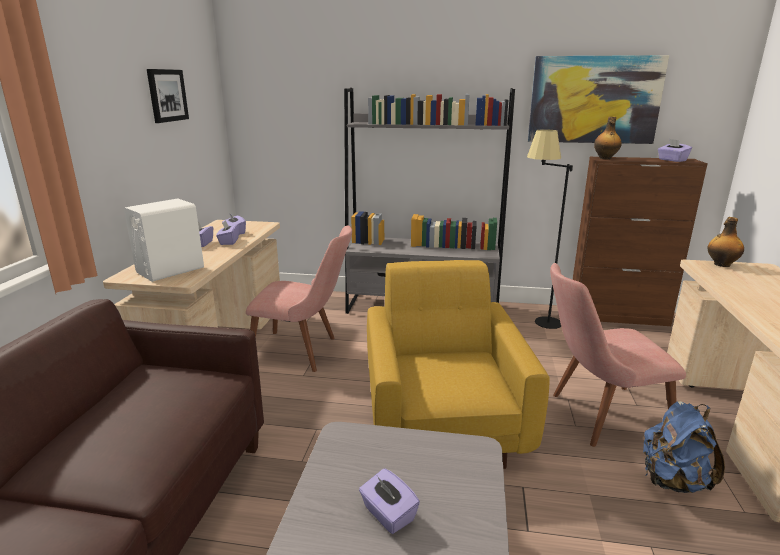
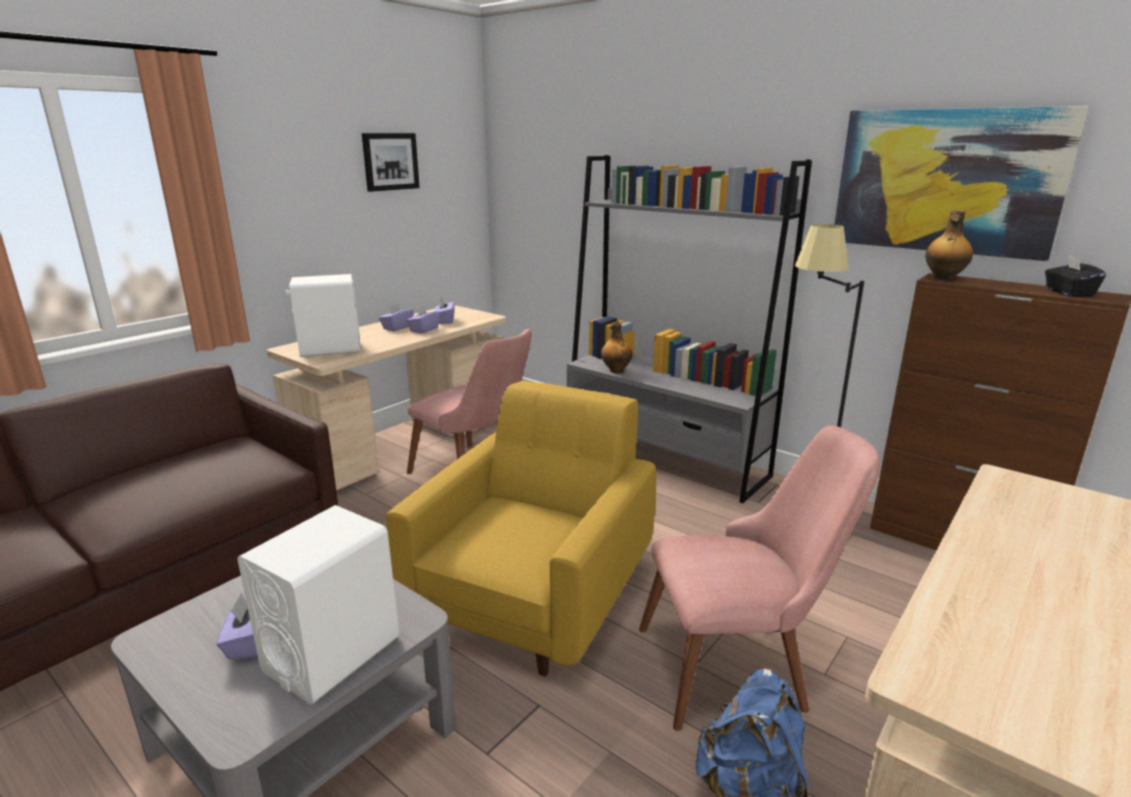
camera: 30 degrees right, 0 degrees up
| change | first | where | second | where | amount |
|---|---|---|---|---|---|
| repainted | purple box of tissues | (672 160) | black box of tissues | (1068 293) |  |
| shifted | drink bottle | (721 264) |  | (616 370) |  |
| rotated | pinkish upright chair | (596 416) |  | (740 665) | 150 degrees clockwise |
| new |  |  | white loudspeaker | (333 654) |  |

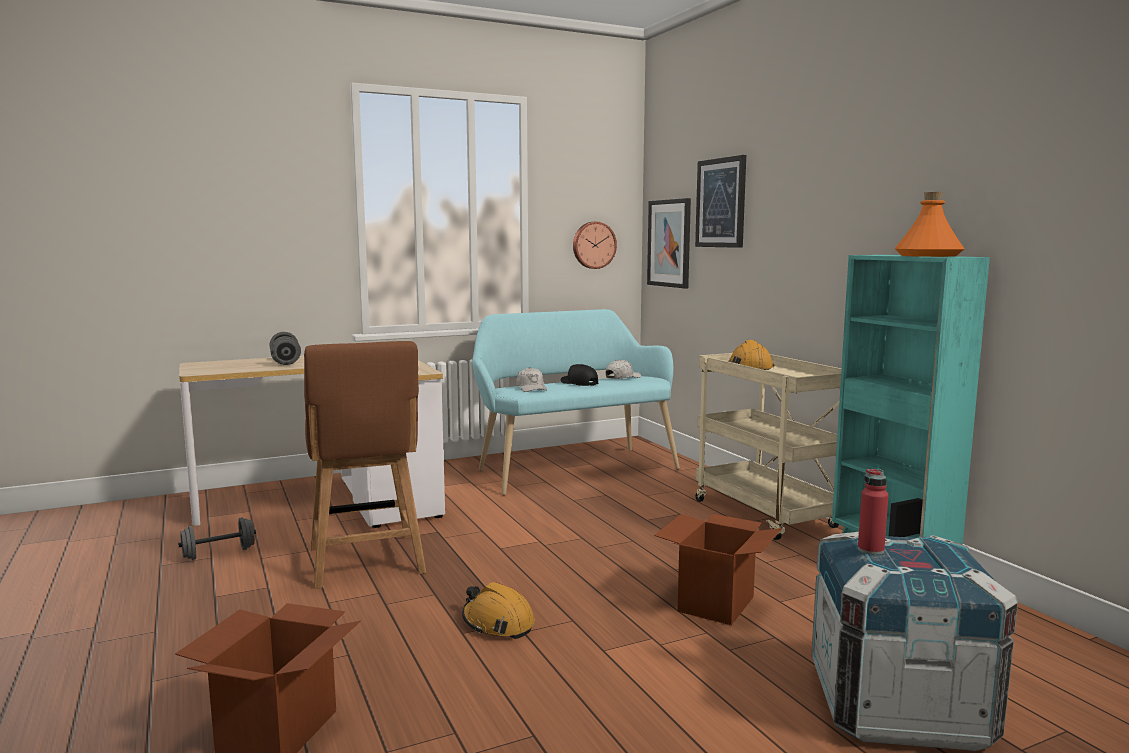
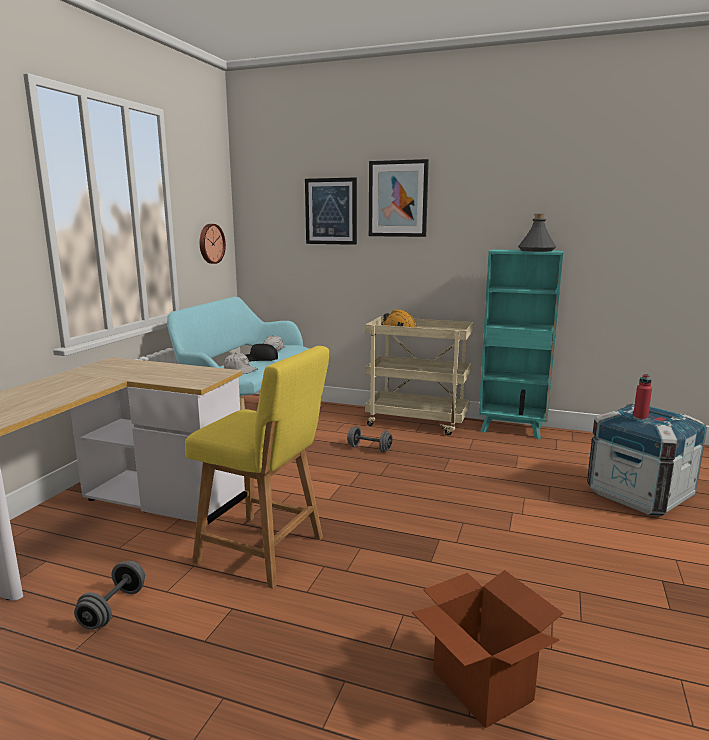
camera: 45 degrees left, 5 degrees up
| change | first | where | second | where | amount |
|---|---|---|---|---|---|
| repainted | orange-coloured drink bottle | (928 256) | grey drink bottle | (536 250) |  |
| shifted | wall picture | (669 243) |  | (398 199) |  |
| shifted | grey dumbbell | (285 361) |  | (369 449) |  |
| repainted | brownish upright chair | (367 563) | yellowish upright chair | (265 551) |  |
| gone | cardboard box | (716 604) |  |  |  |
| gone | orange-coloured work helmet | (498 623) |  |  |  |

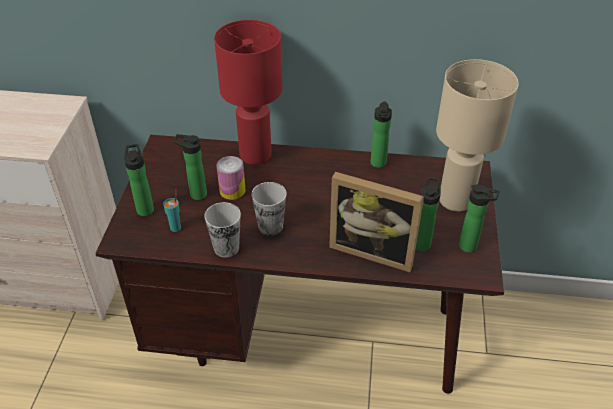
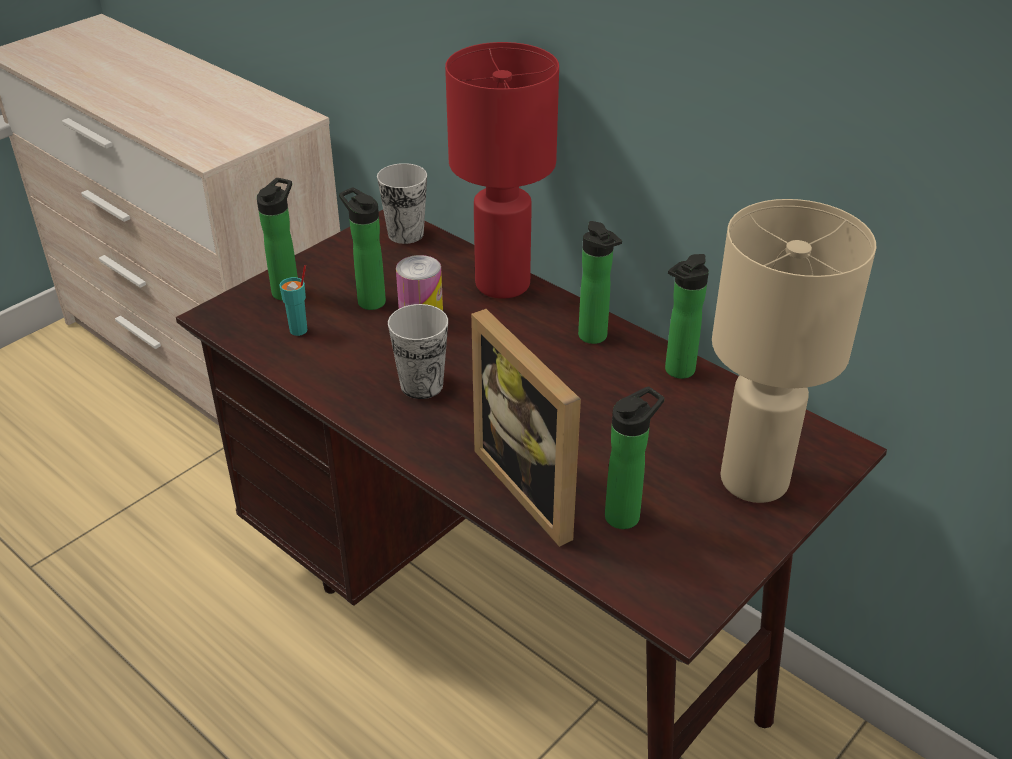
camera: 35 degrees right, 5 degrees down
| change | first | where | second | where | amount |
|---|---|---|---|---|---|
| shifted | drink bottle | (470 247) |  | (595 338) |  |
| shifted | drinking cup | (226 248) |  | (405 234) |  |

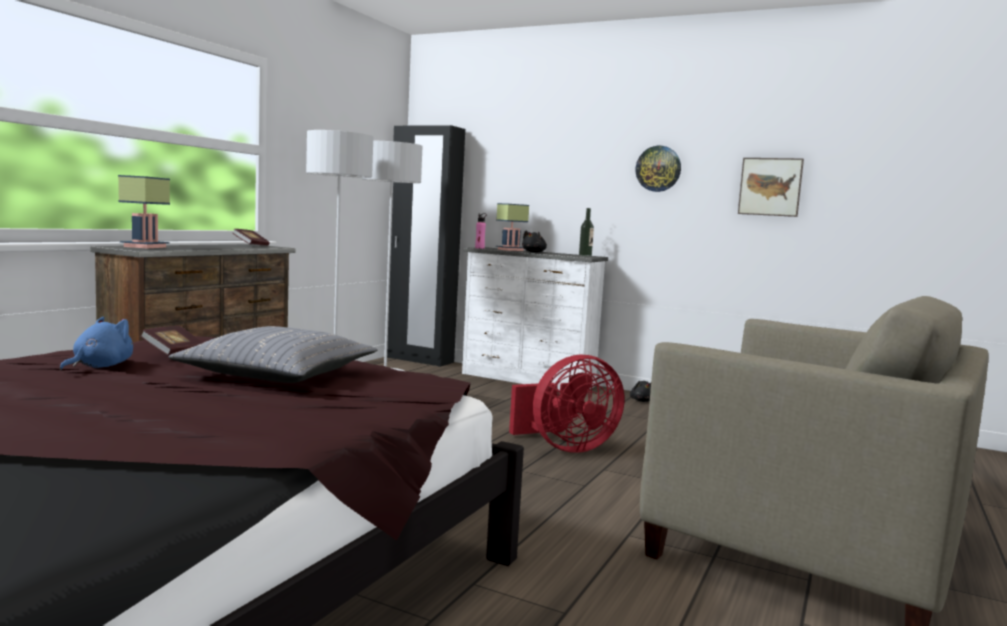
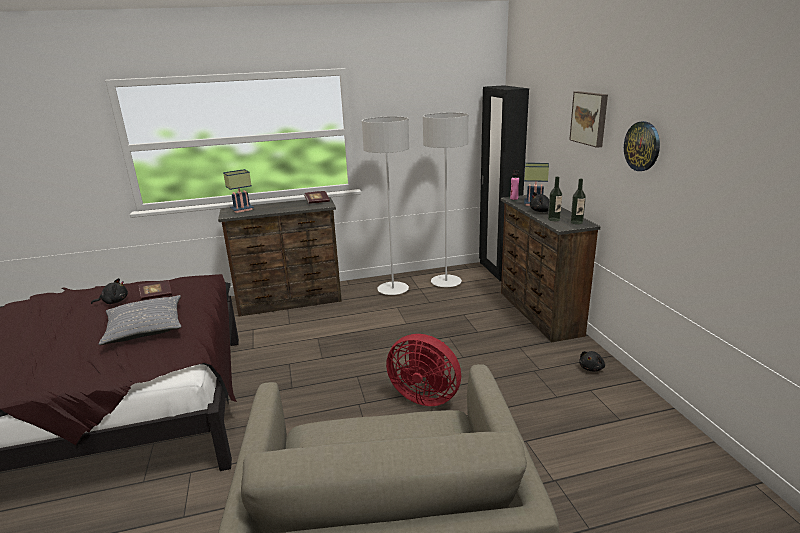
camera: 50 degrees right, 15 degrees up
| change | first | where | second | where | amount |
|---|---|---|---|---|---|
| shifted | wall picture | (770 187) |  | (590 118) |  |
| repainted | white chest of drawers | (527 380) | brownish chest of drawers | (538 313) |  |
| repainted | blue soft toy | (99 366) | black soft toy | (114 301) |  |
| new |  |  | drink bottle | (554 219) |  |

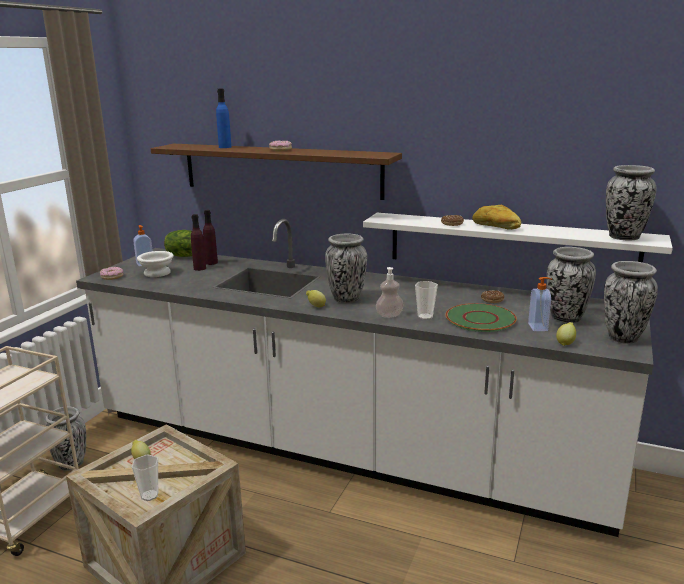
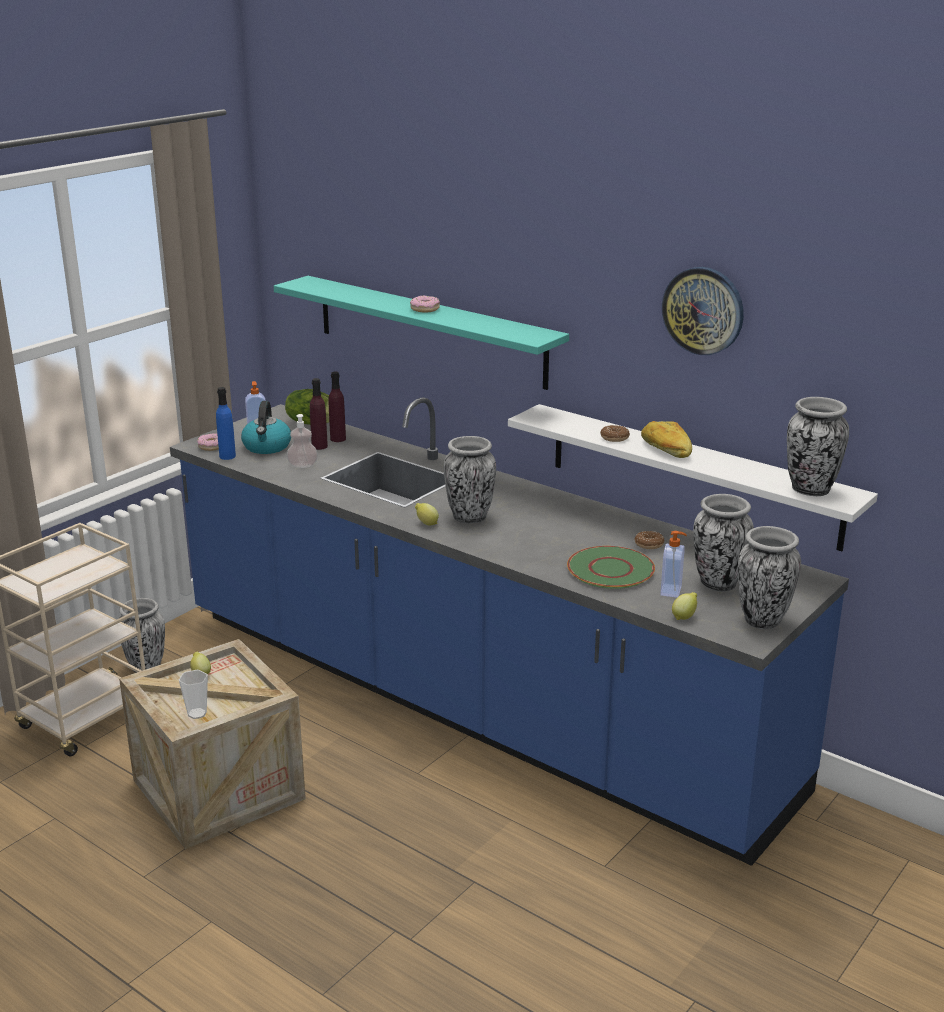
camera: 15 degrees right, 5 degrees up
| change | first | where | second | where | amount |
|---|---|---|---|---|---|
| shifted | blue drink bottle | (225 147) |  | (227 456) |  |
| repainted | brownish wall shelf | (280 170) | turquoise wall shelf | (429 331) |  |
| repainted | white kitchen base unit | (344 447) | blue kitchen base unit | (472 701) |  |
| swapped | white serving bowl | (158 273) | water kettle | (267 447) |  |
| shifted | liquid soap bottle | (389 315) |  | (302 465) |  |
| gone | drinking cup | (425 317) |  |  |  |
| new |  |  | clock on the wall | (703 310) |  |

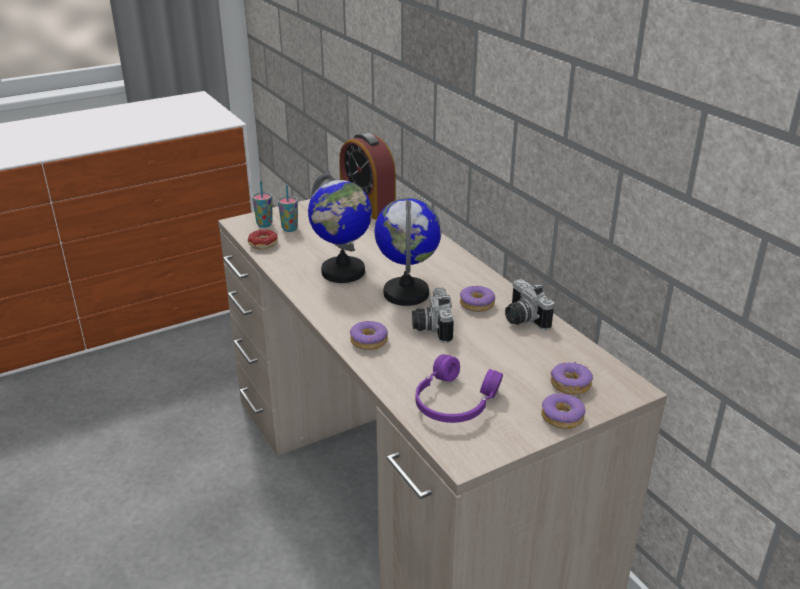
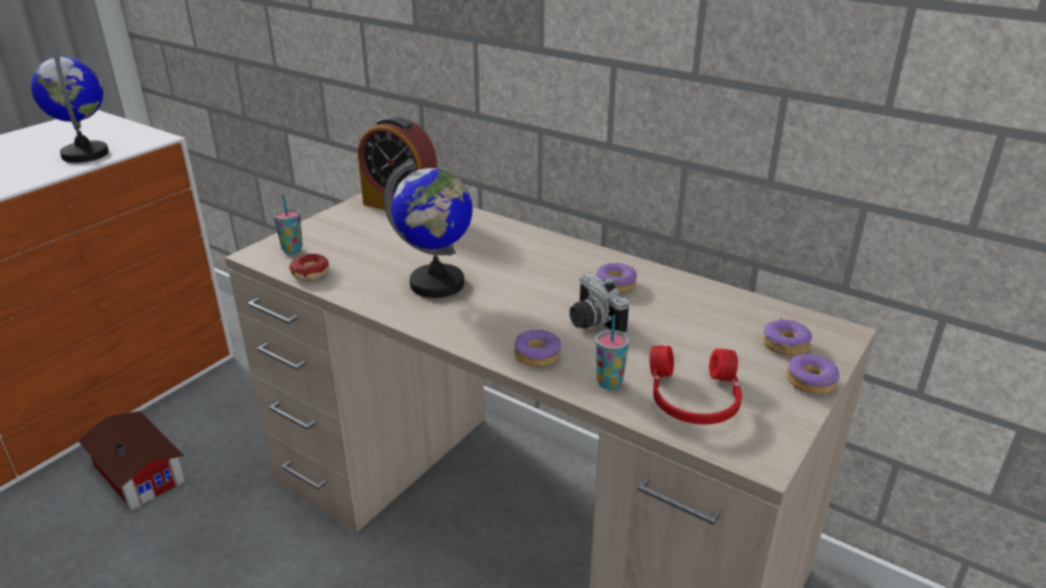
camera: 25 degrees left, 0 degrees up
| change | first | where | second | where | amount |
|---|---|---|---|---|---|
| shifted | drinking cup | (289 229) |  | (609 382) |  |
| shifted | world globe | (406 293) |  | (86 154) |  |
| gone | still camera | (522 319) |  |  |  |
| repainted | purple pair of headphones | (453 402) | reddish pair of headphones | (692 399) |  |
| new |  |  | toy house | (139 469) |  |

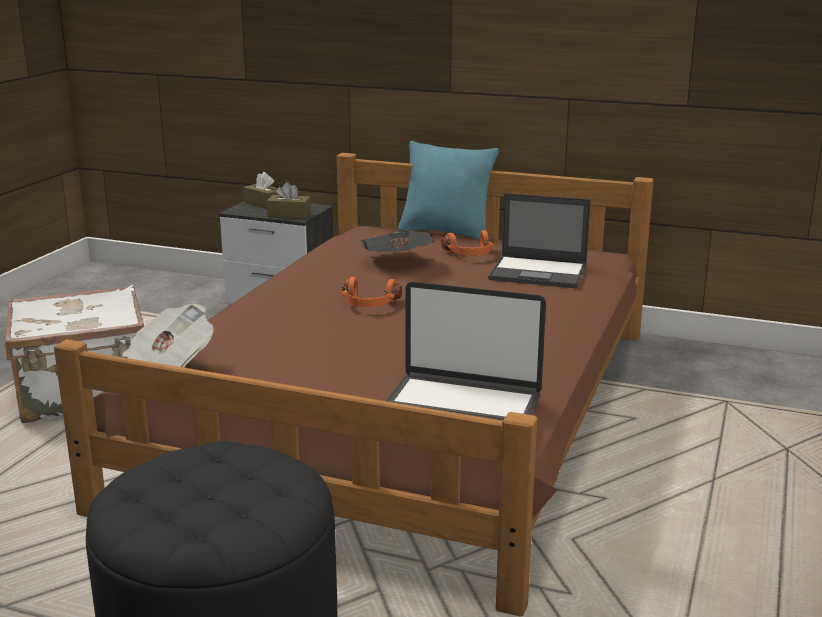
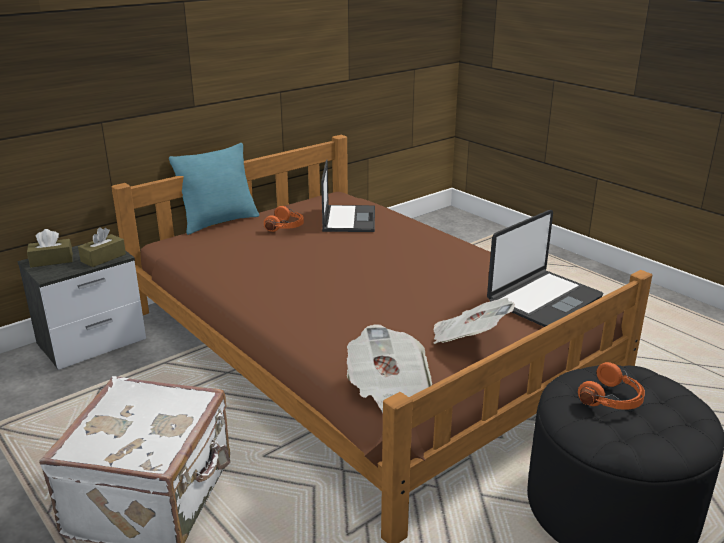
camera: 60 degrees left, 5 degrees up
| change | first | where | second | where | amount |
|---|---|---|---|---|---|
| rotated | notebook computer | (539 273) |  | (349 219) | 45 degrees counterclockwise |
| shifted | daily paper | (397 262) |  | (468 339) |  |
| shifted | orange-coloured pair of headphones | (369 305) |  | (612 400) |  |

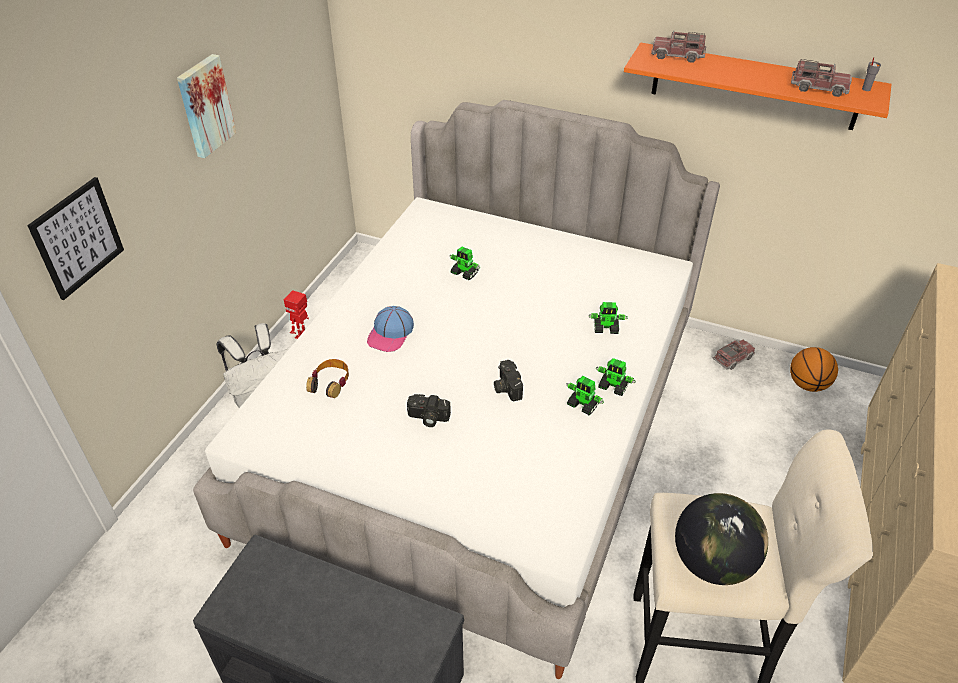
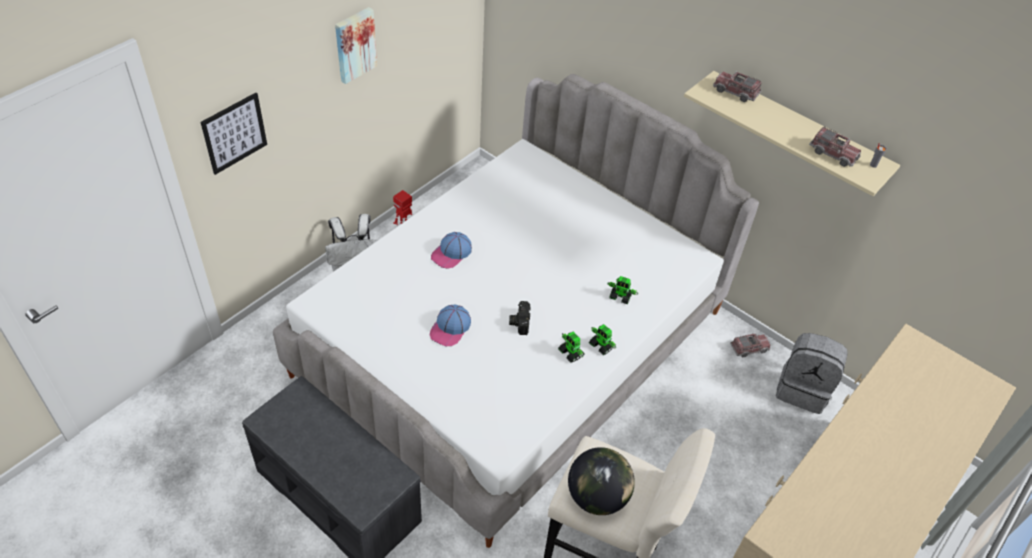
camera: 15 degrees right, 5 degrees up
| change | first | where | second | where | amount |
|---|---|---|---|---|---|
| repainted | orange-coloured wall shelf | (754 86) | beige-coloured wall shelf | (796 133) |  |
| gone | model robot | (464 273) |  |  |  |
| swapped | basketball | (808 384) | grey rucksack | (803 389) |  |
| gone | pair of headphones | (330 382) |  |  |  |
| swapped | still camera | (427 418) | cap | (450 328) |  |

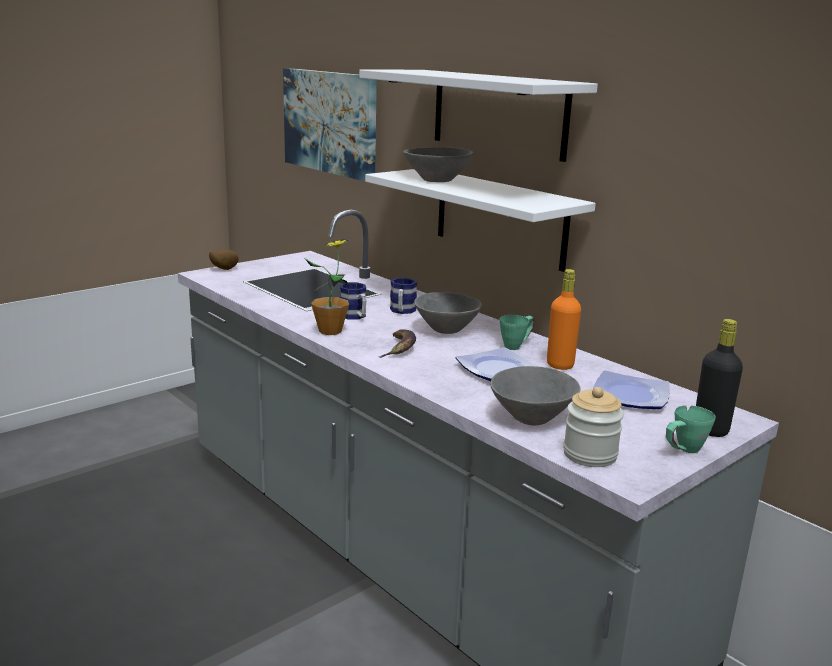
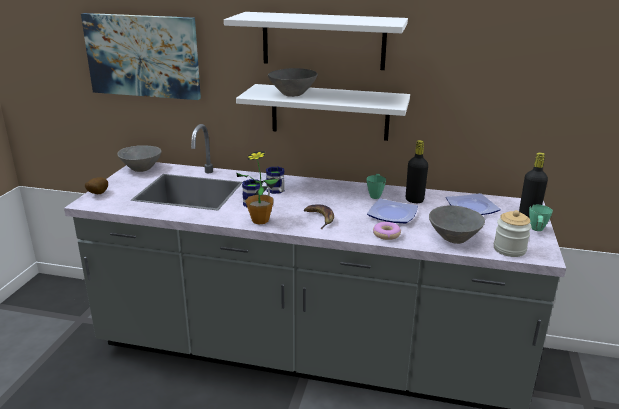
camera: 35 degrees left, 5 degrees up
| change | first | where | second | where | amount |
|---|---|---|---|---|---|
| repainted | orange-coloured drink bottle | (560 365) | black drink bottle | (414 200) |  |
| shifted | grey serving bowl | (446 329) |  | (141 168) |  |
| new |  |  | ring doughnut | (386 234) |  |

